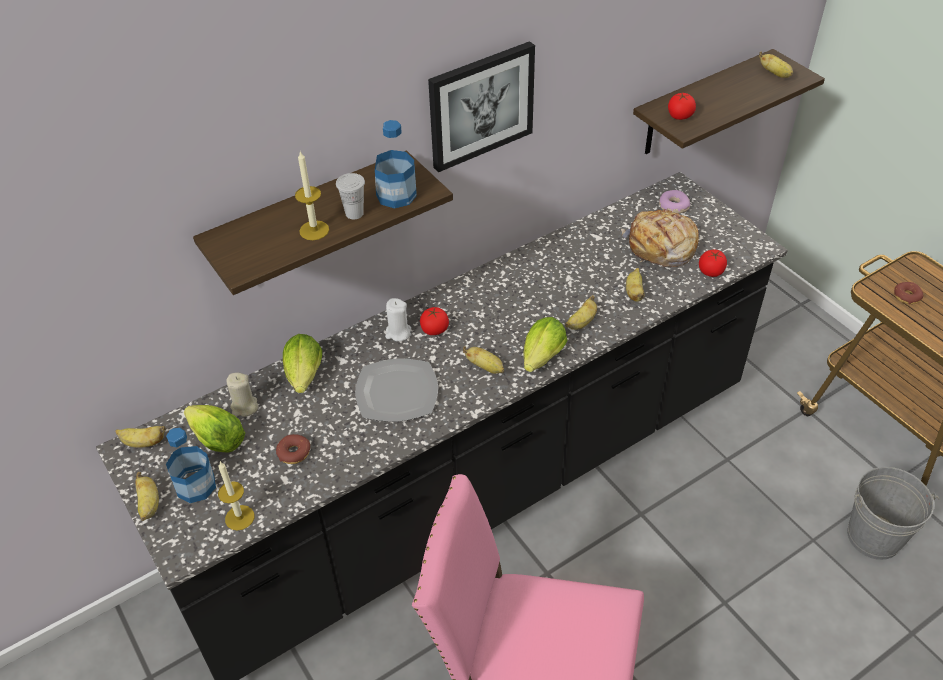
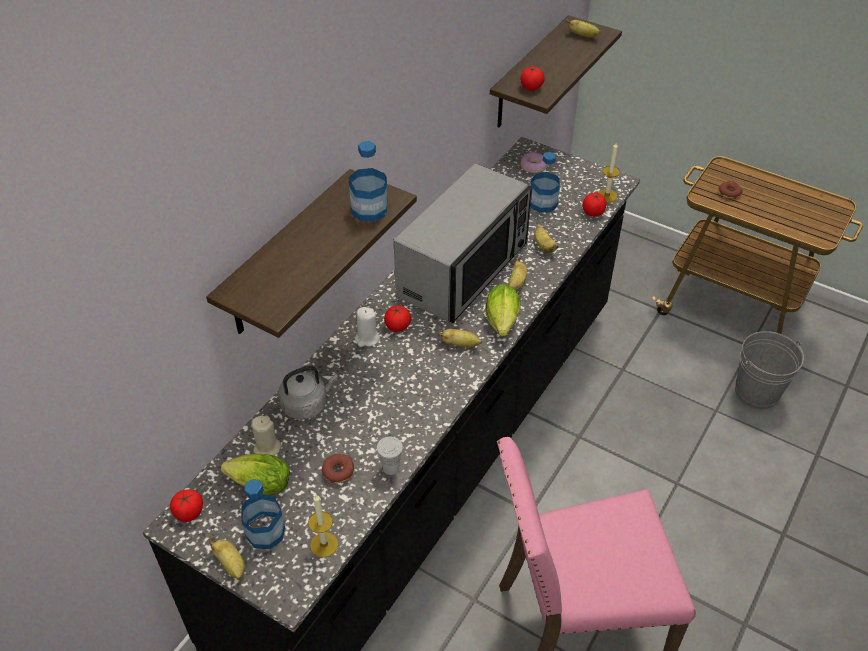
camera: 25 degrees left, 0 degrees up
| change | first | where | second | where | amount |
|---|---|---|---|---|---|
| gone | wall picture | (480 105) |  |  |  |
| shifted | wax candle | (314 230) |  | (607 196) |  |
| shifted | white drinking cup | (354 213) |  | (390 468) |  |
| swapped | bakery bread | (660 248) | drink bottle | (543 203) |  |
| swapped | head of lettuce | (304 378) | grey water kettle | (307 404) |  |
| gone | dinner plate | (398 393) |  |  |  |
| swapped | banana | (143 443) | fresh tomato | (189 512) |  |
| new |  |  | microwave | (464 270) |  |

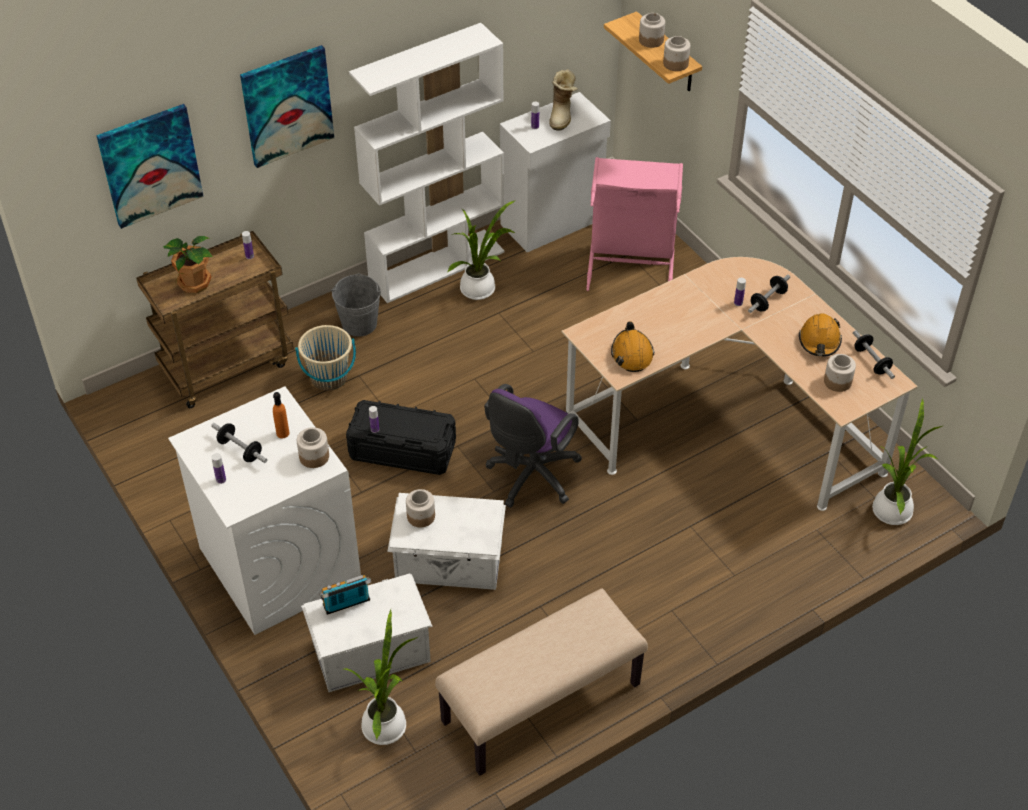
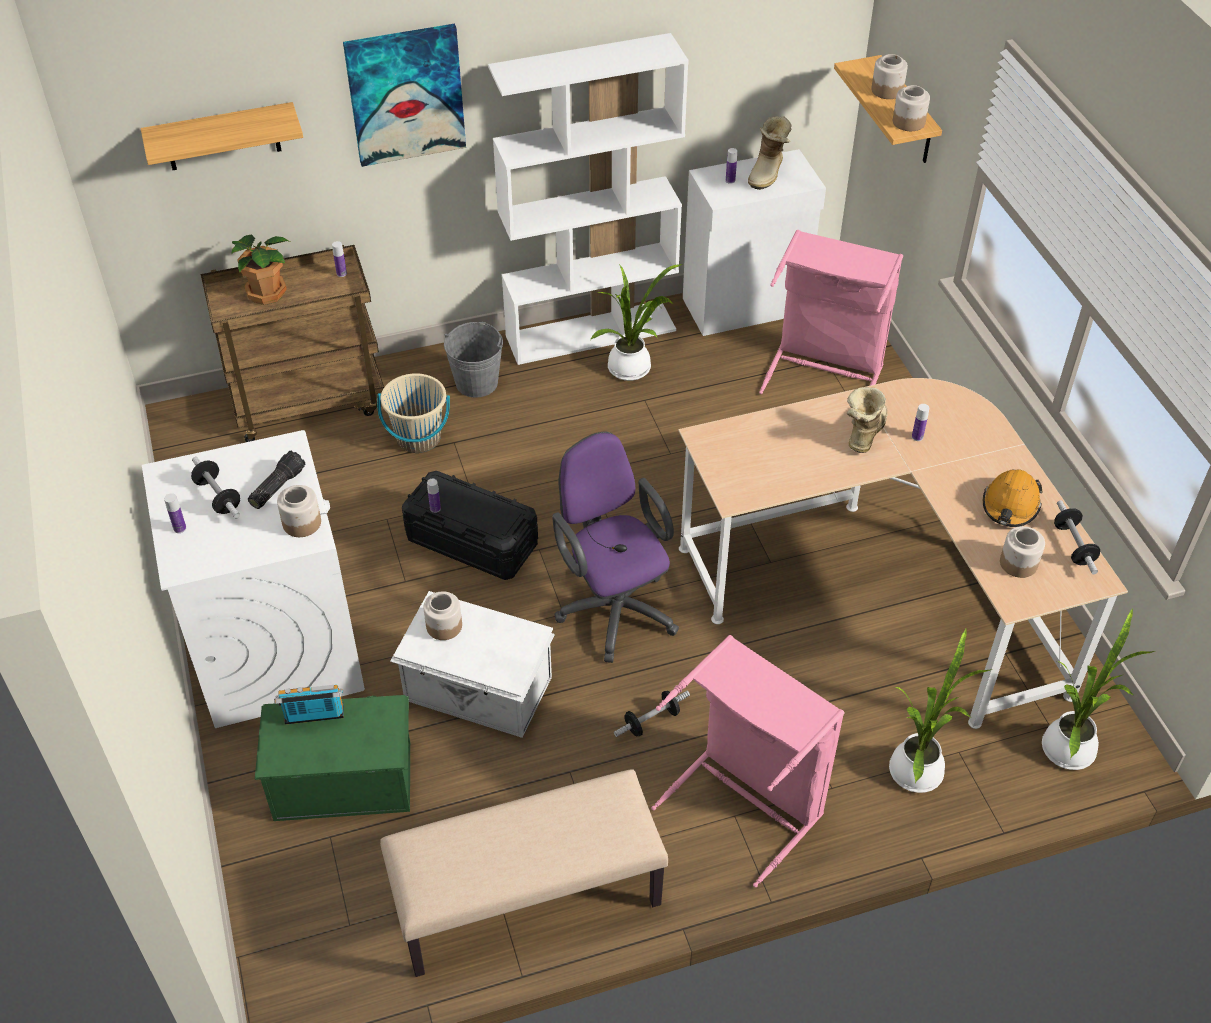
camera: 15 degrees right, 0 degrees up
| change | first | where | second | where | amount |
|---|---|---|---|---|---|
| swapped | wall picture | (150 165) | wall shelf | (222 137) |  |
| shifted | dumbbell | (768 300) |  | (651 721) |  |
| gone | orange-coloured work helmet | (632 354) |  |  |  |
| rotated | purple office chair | (530 478) |  | (613 606) | 105 degrees clockwise |
| swapped | orange-coloured drink bottle | (282 433) | hand torch | (276 486) |  |
| repainted | white storage container | (369 650) | greenish storage container | (342 779) |  |
| shifted | houseplant | (386 724) |  | (918 768) |  |
| new |  |  | high-top boot | (863 433) |  |
| new |  |  | pinkish hamper | (748 800) |  |

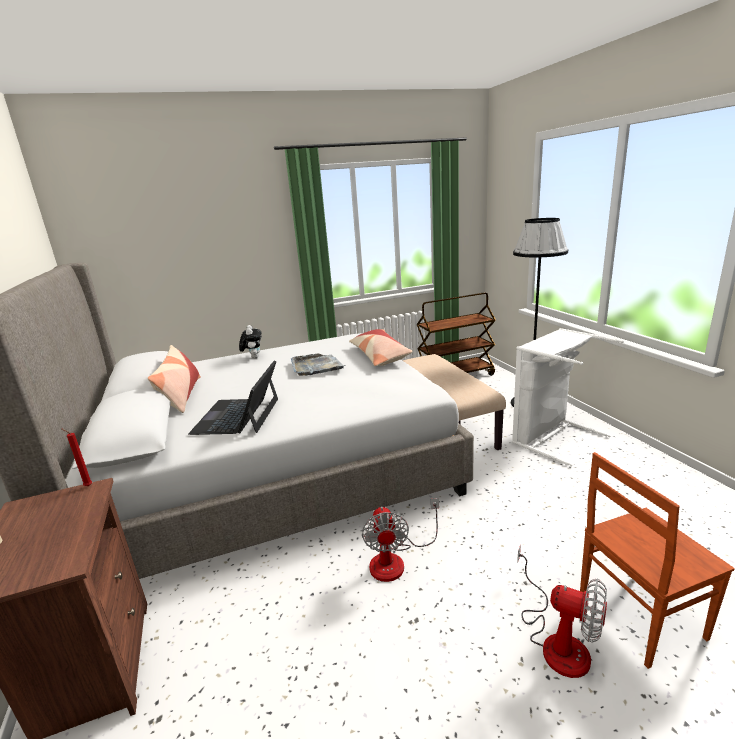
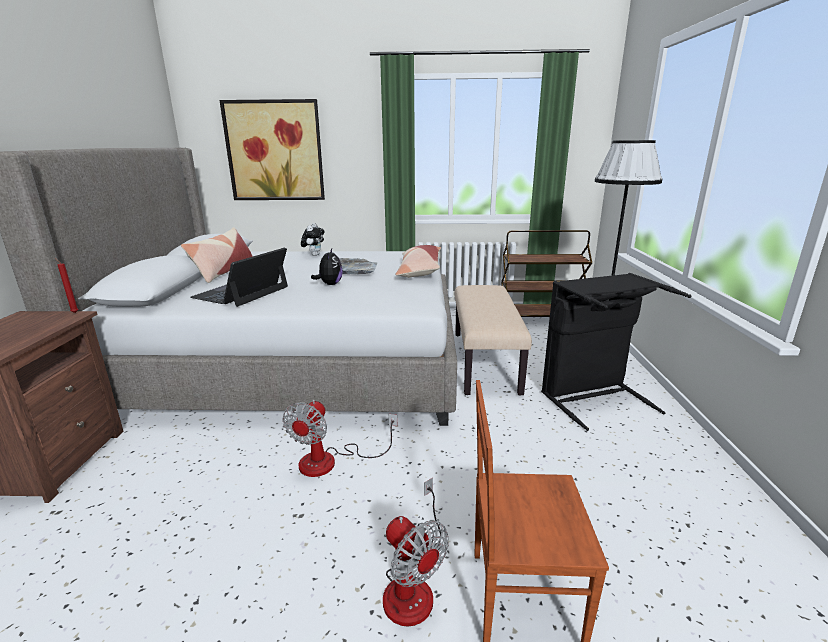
camera: 20 degrees right, 0 degrees up
| change | first | where | second | where | amount |
|---|---|---|---|---|---|
| repainted | white hamper | (551 437) | black hamper | (593 398) |  |
| new |  |  | wall picture | (274 151) |  |
| new |  |  | soft toy | (330 284) |  |

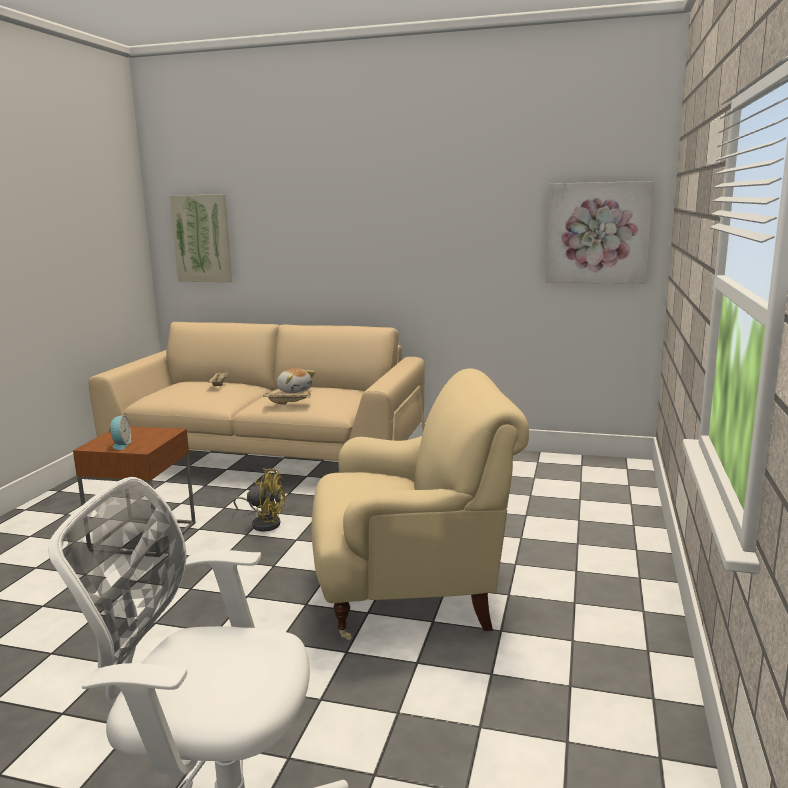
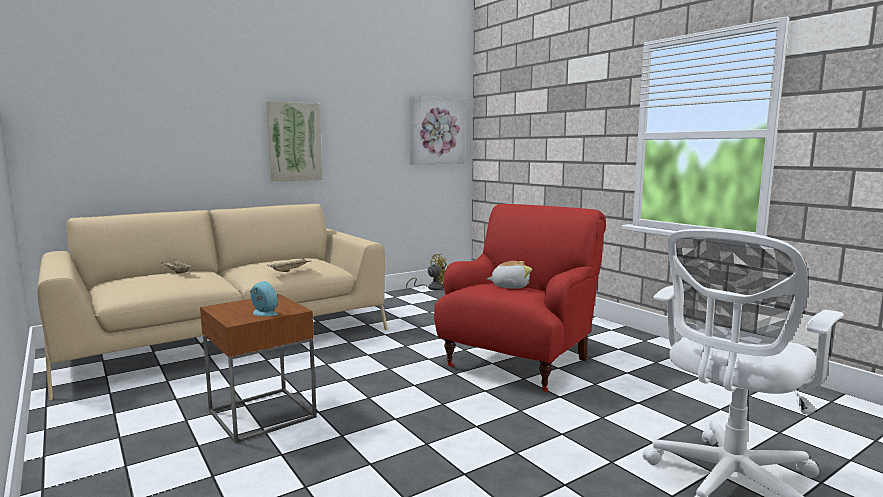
camera: 50 degrees left, 5 degrees down
| change | first | where | second | where | amount |
|---|---|---|---|---|---|
| shifted | wall picture | (202 238) |  | (294 142) |  |
| shifted | soft toy | (294 390) |  | (510 286) |  |
| repainted | beige-coloured lounge chair | (412 593) | reddish lounge chair | (519 362) |  |
| shifted | yellowish cooling fan | (264 523) |  | (432 288) |  |

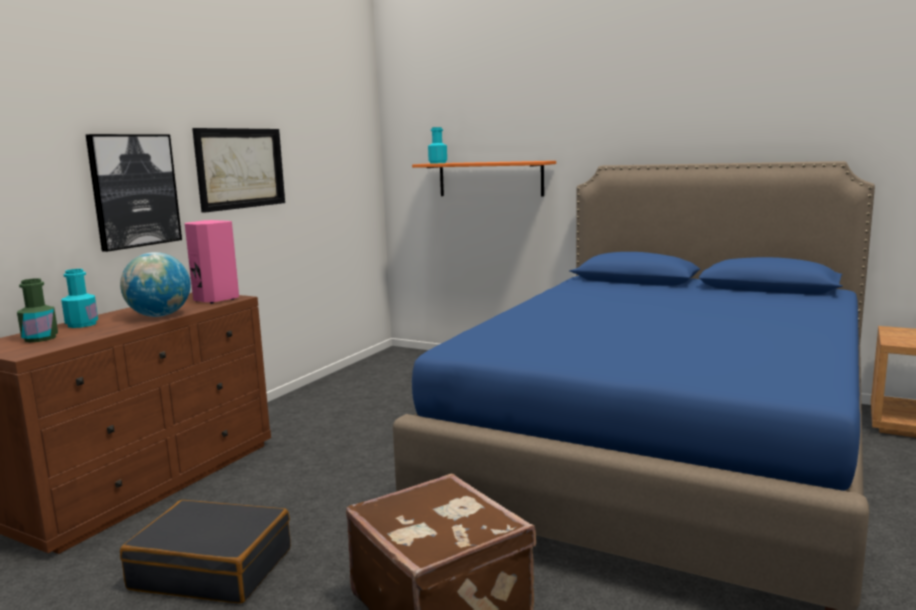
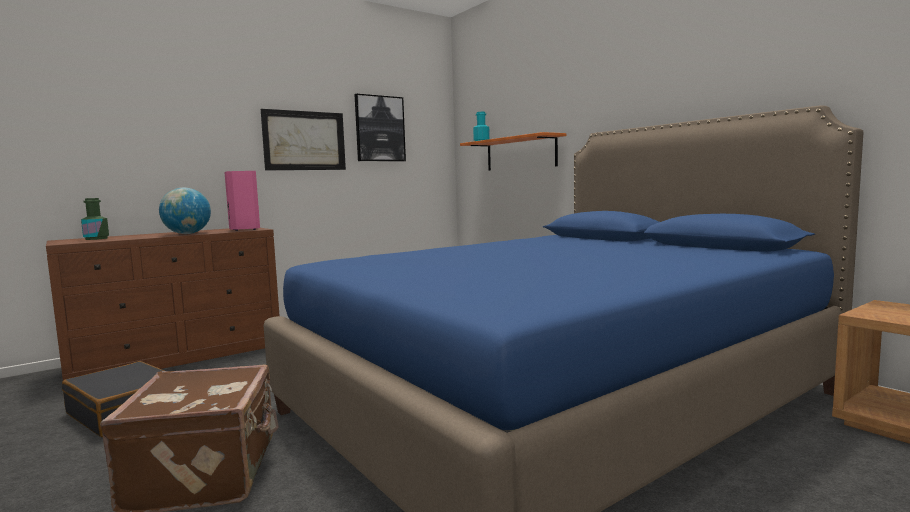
camera: 25 degrees right, 5 degrees down
| change | first | where | second | where | amount |
|---|---|---|---|---|---|
| shifted | wall picture | (134 190) |  | (379 129) |  |
| gone | turquoise drink bottle | (82 324) |  |  |  |

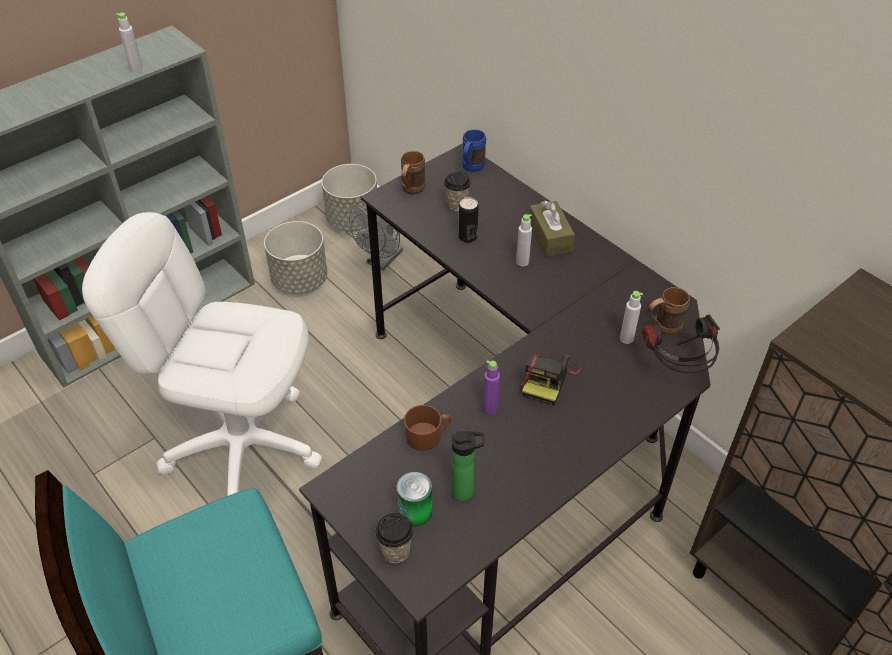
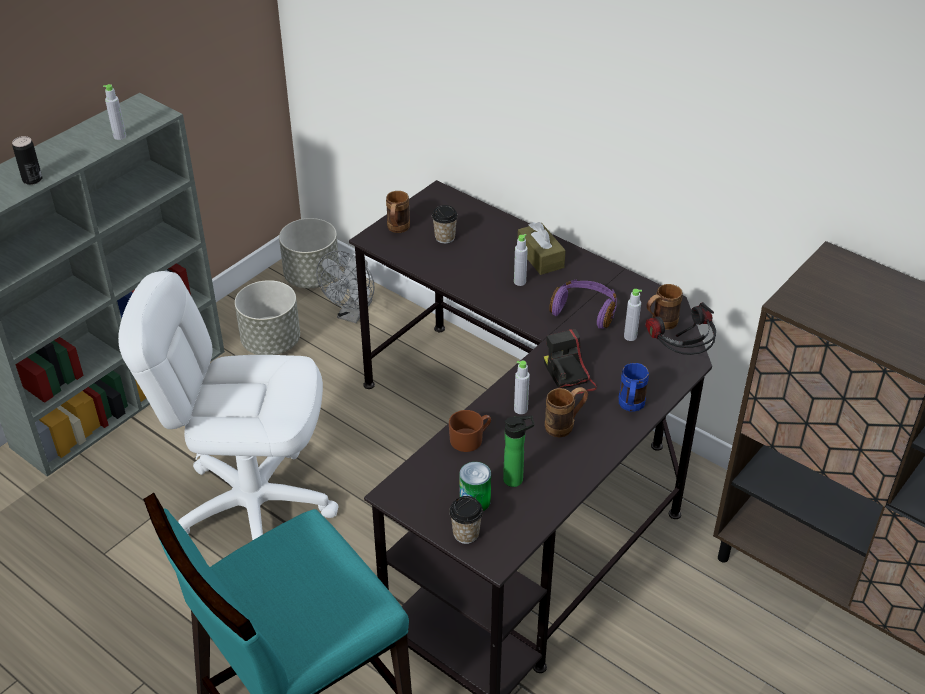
camera: 10 degrees left, 5 degrees down
| change | first | where | second | where | amount |
|---|---|---|---|---|---|
| shifted | blue coffee mug | (471 168) |  | (630 407) |  |
| shifted | can | (468 237) |  | (32 179) |  |
| rotated | still camera | (548 379) |  | (567 379) | 150 degrees clockwise |
| repainted | purple drink bottle | (490 408) | grey drink bottle | (520 409) |  |
| new |  |  | purple pair of headphones | (585 310) |  |
| new |  |  | brownish coffee mug | (565 425) |  |

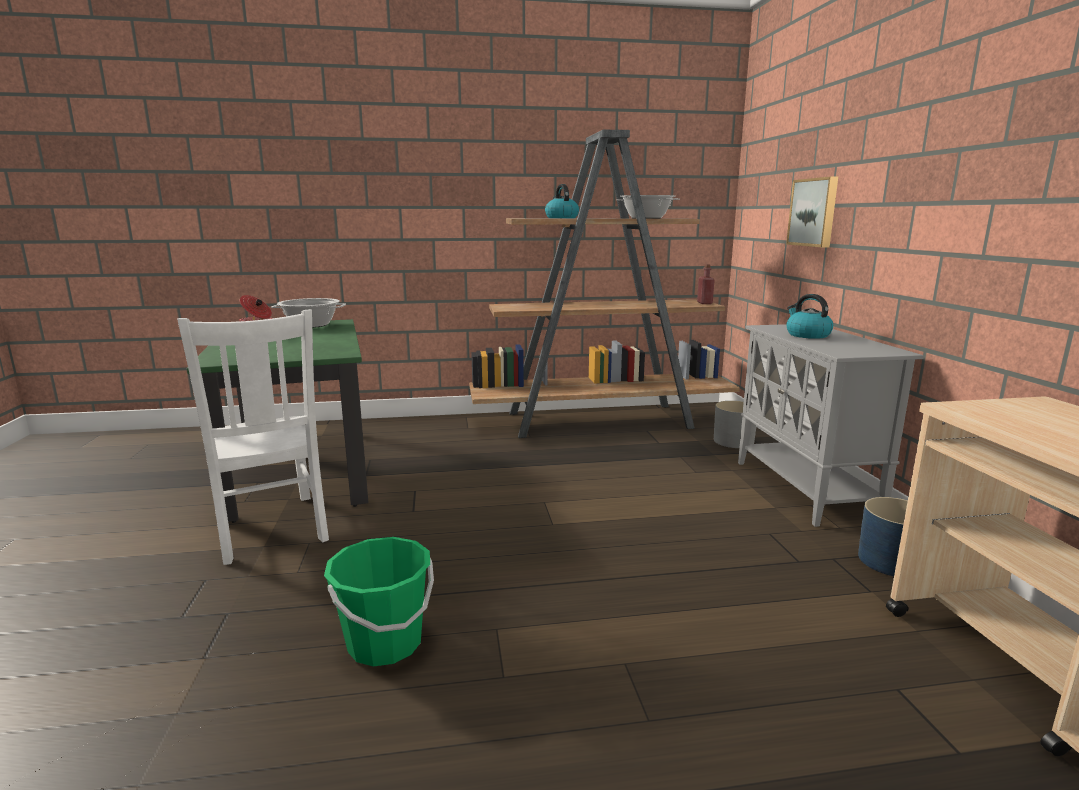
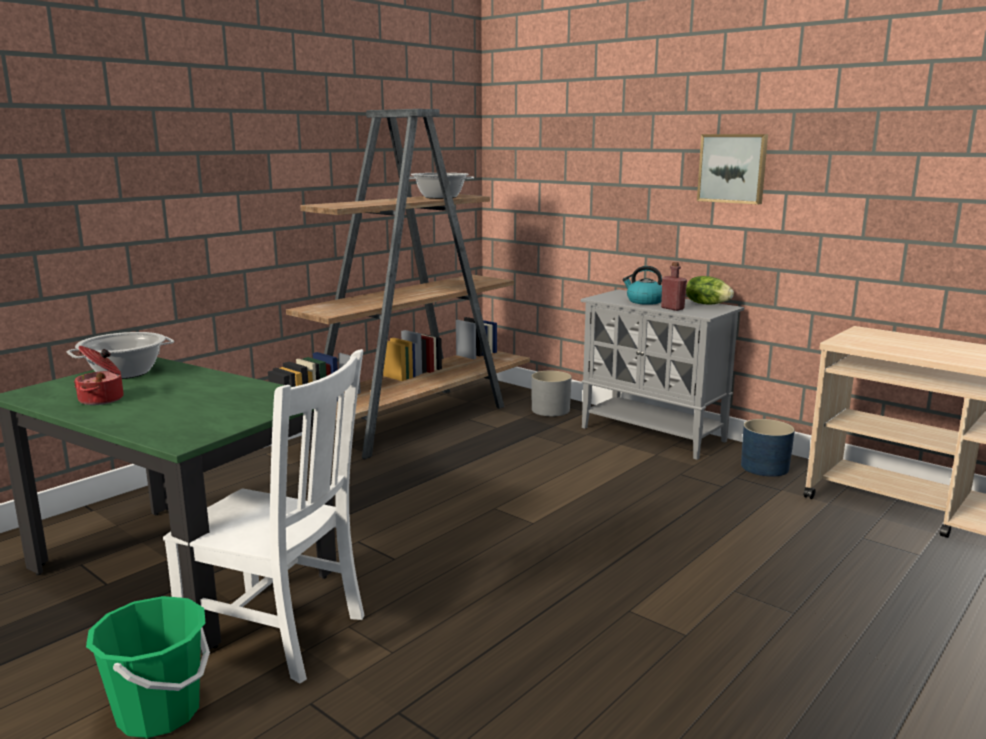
camera: 40 degrees left, 0 degrees up
| change | first | where | second | where | amount |
|---|---|---|---|---|---|
| shifted | wall picture | (814 212) |  | (733 168) |  |
| gone | water kettle | (561 218) |  |  |  |
| shifted | reddish drink bottle | (704 303) |  | (672 308) |  |
| shifted | greenish pail | (385 643) |  | (159 712) |  |
| new |  |  | head of lettuce | (707 304) |  |

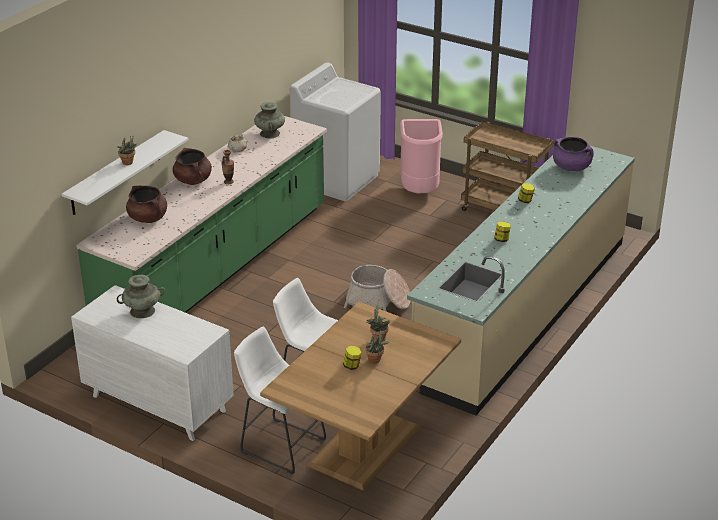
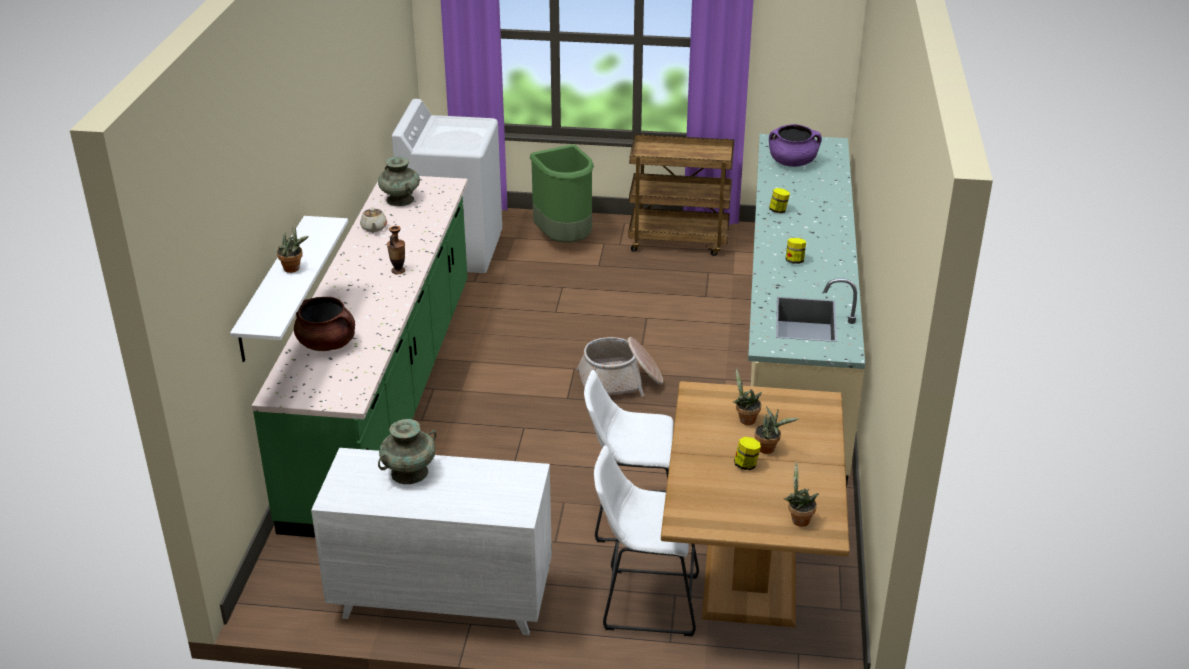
camera: 25 degrees left, 0 degrees up
| change | first | where | second | where | amount |
|---|---|---|---|---|---|
| repainted | pinkish trash can | (420 191) | greenish trash can | (564 240) |  |
| gone | brownish saucepot | (193 180) |  |  |  |
| new |  |  | houseplant | (798 519) |  |

